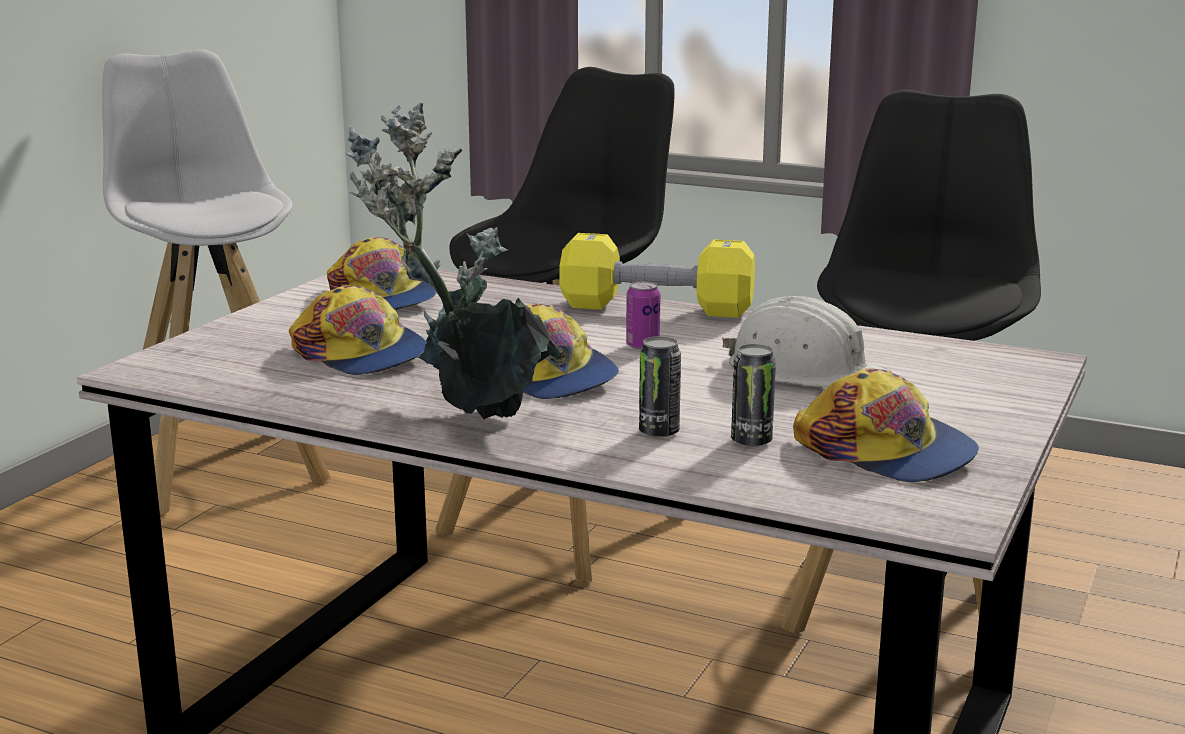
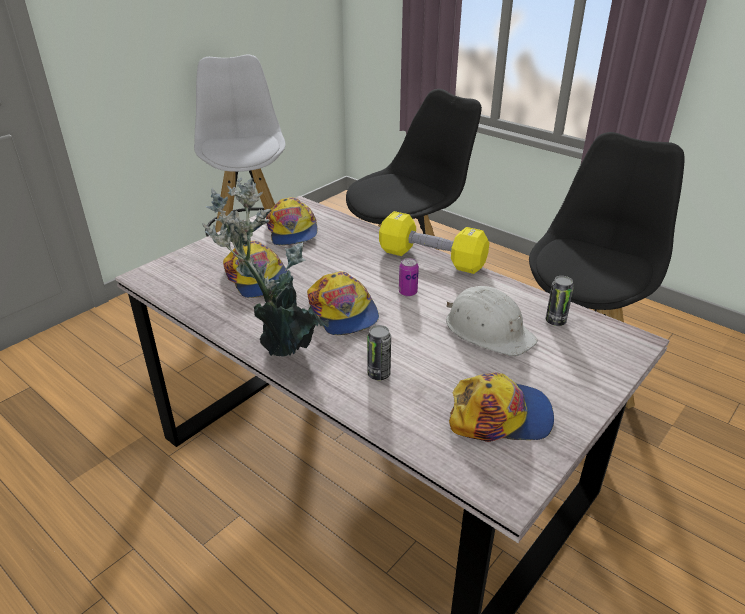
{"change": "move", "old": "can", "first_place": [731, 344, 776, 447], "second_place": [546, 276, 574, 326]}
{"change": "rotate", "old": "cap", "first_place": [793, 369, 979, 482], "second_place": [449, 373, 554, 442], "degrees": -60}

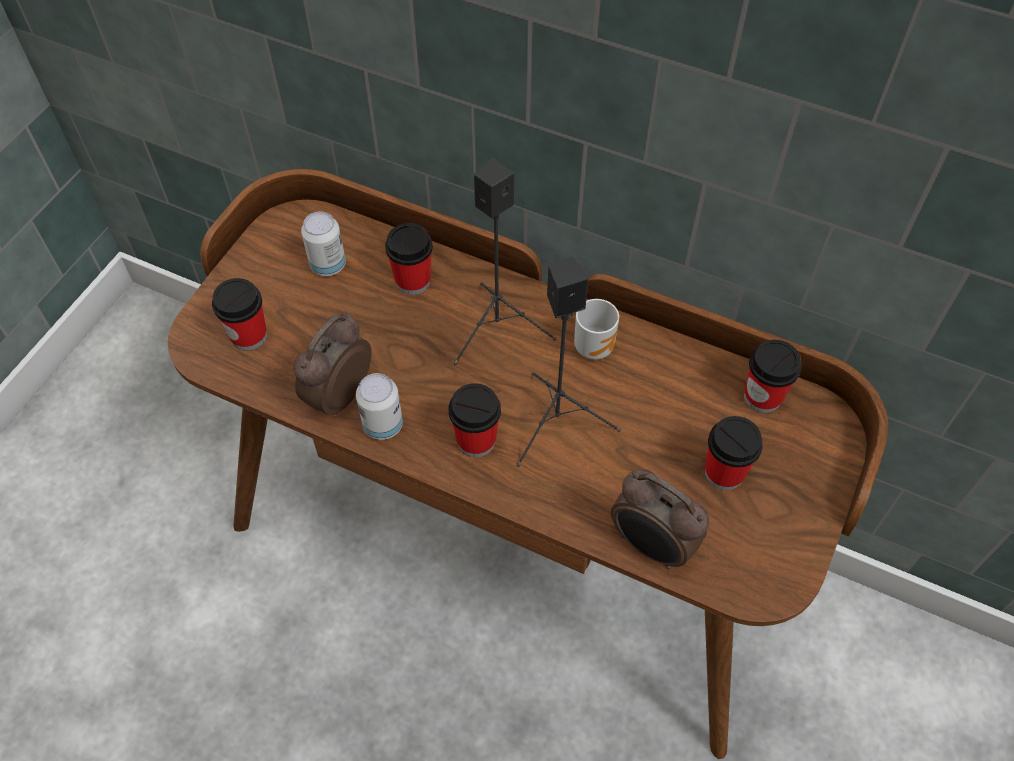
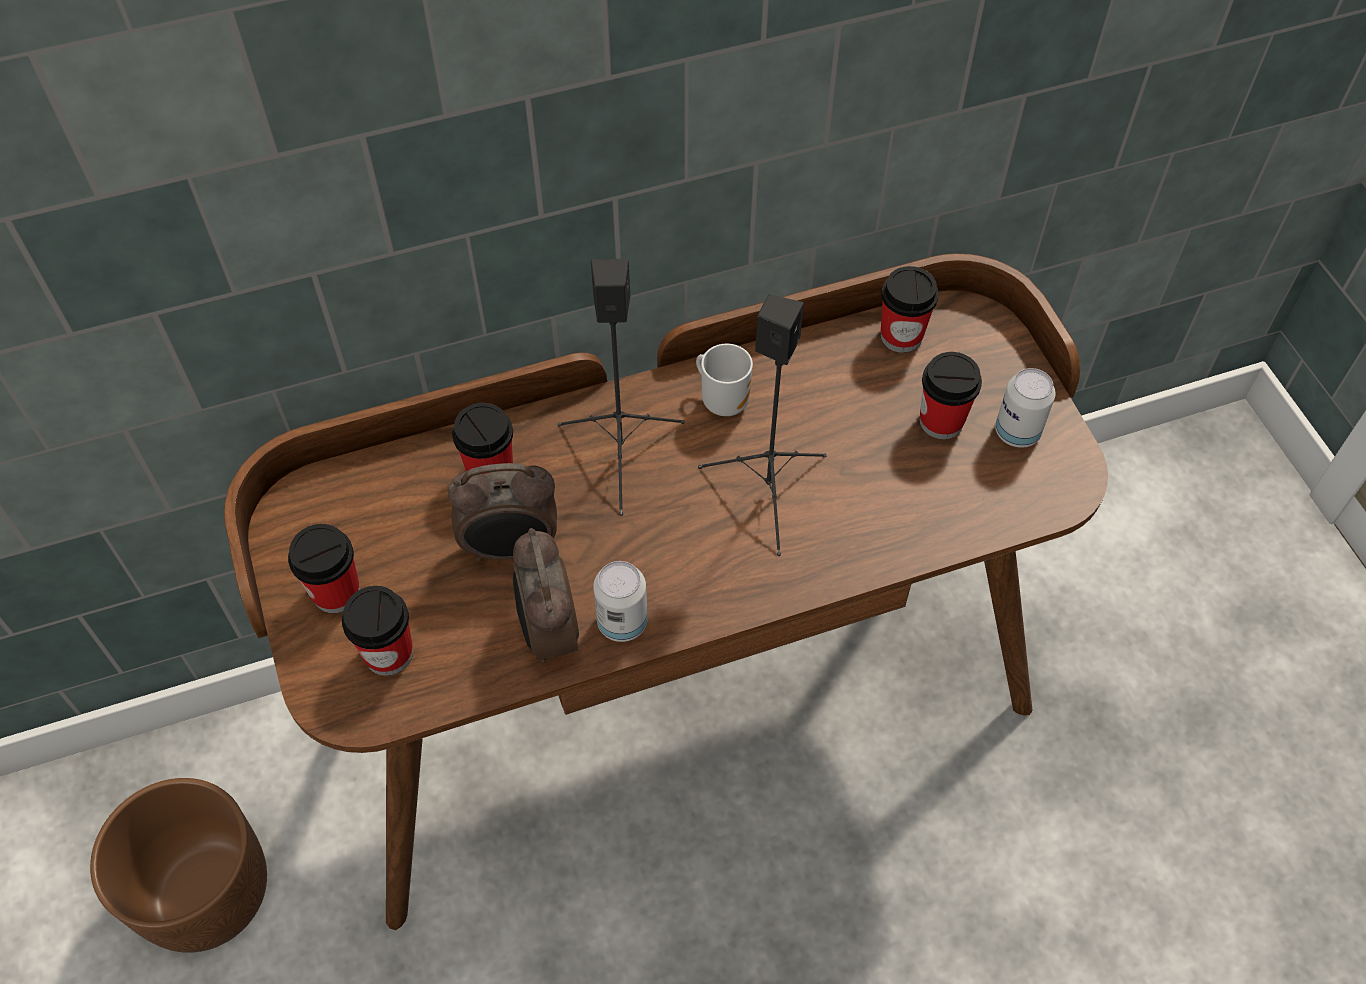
{"change": "move", "old": "can", "first_place": [301, 211, 346, 276], "second_place": [995, 368, 1055, 448]}
{"change": "move", "old": "cup", "first_place": [449, 383, 501, 457], "second_place": [288, 524, 360, 613]}
{"change": "move", "old": "alarm clock", "first_place": [611, 469, 709, 569], "second_place": [448, 463, 557, 562]}
{"change": "insert", "new": "brown planter", "second_place": [90, 778, 267, 953]}

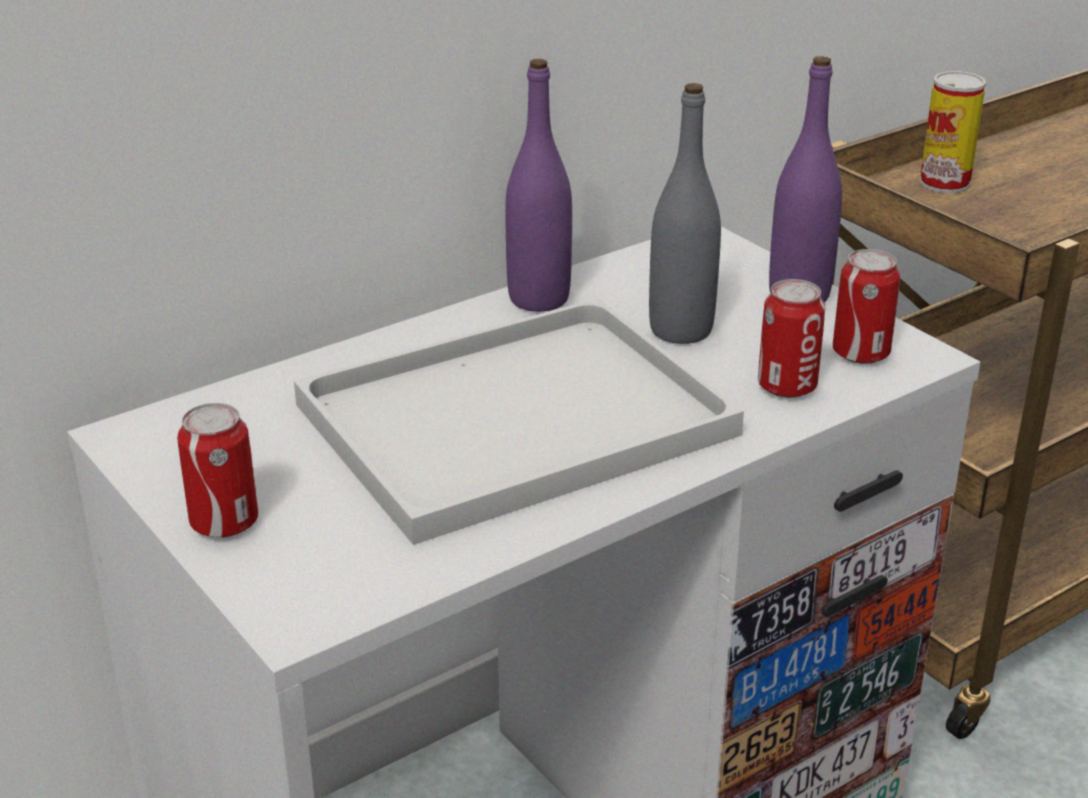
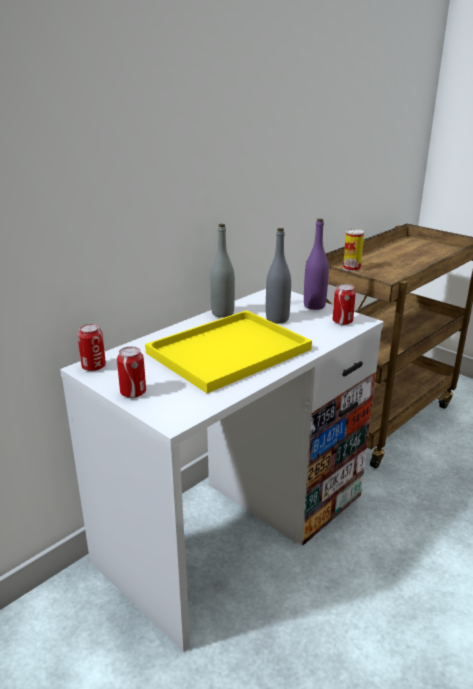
{"change": "recolor", "old": "purple bottle", "new": "grey bottle", "first_place": [505, 59, 572, 312], "second_place": [210, 224, 235, 318]}
{"change": "move", "old": "can", "first_place": [758, 279, 825, 398], "second_place": [77, 324, 106, 371]}
{"change": "recolor", "old": "white tray", "new": "yellow tray", "first_place": [294, 298, 744, 545], "second_place": [145, 310, 312, 393]}

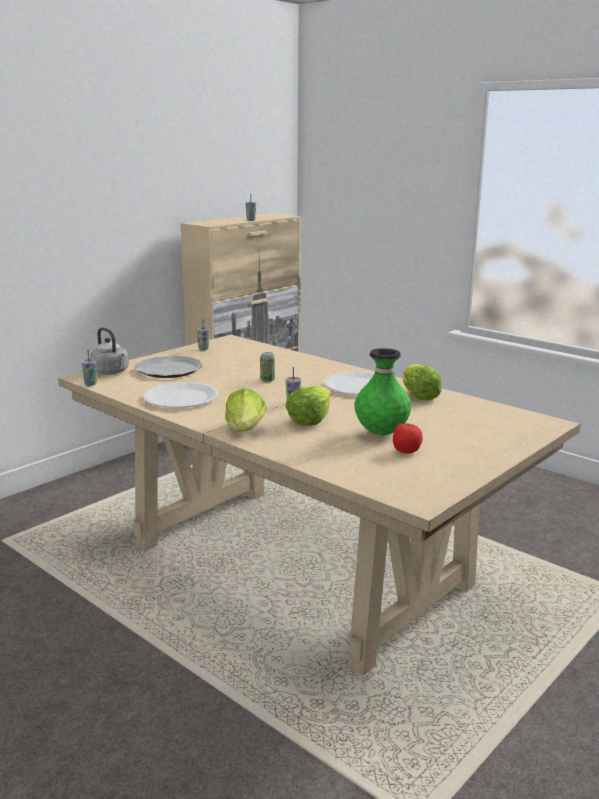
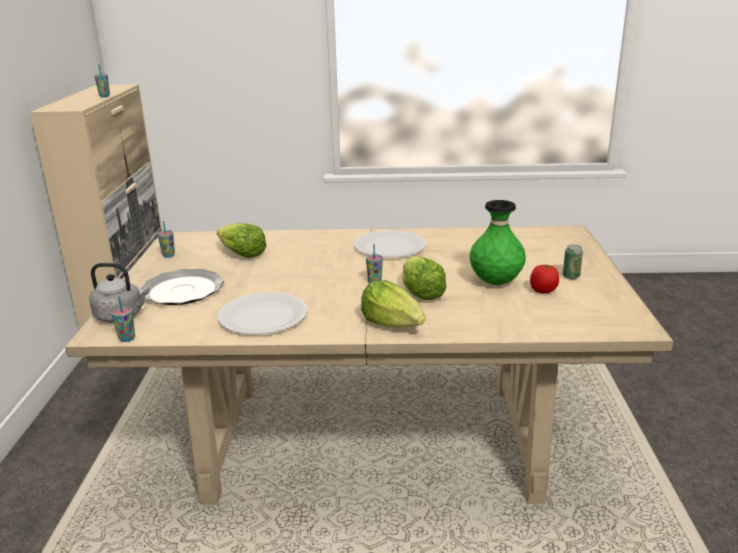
{"change": "move", "old": "can", "first_place": [260, 352, 275, 382], "second_place": [563, 244, 583, 279]}
{"change": "move", "old": "lettuce", "first_place": [403, 364, 442, 400], "second_place": [217, 223, 267, 258]}

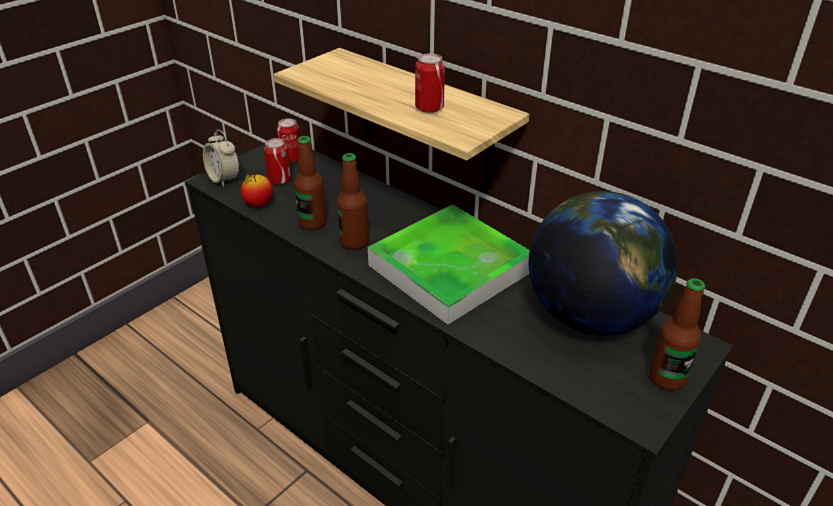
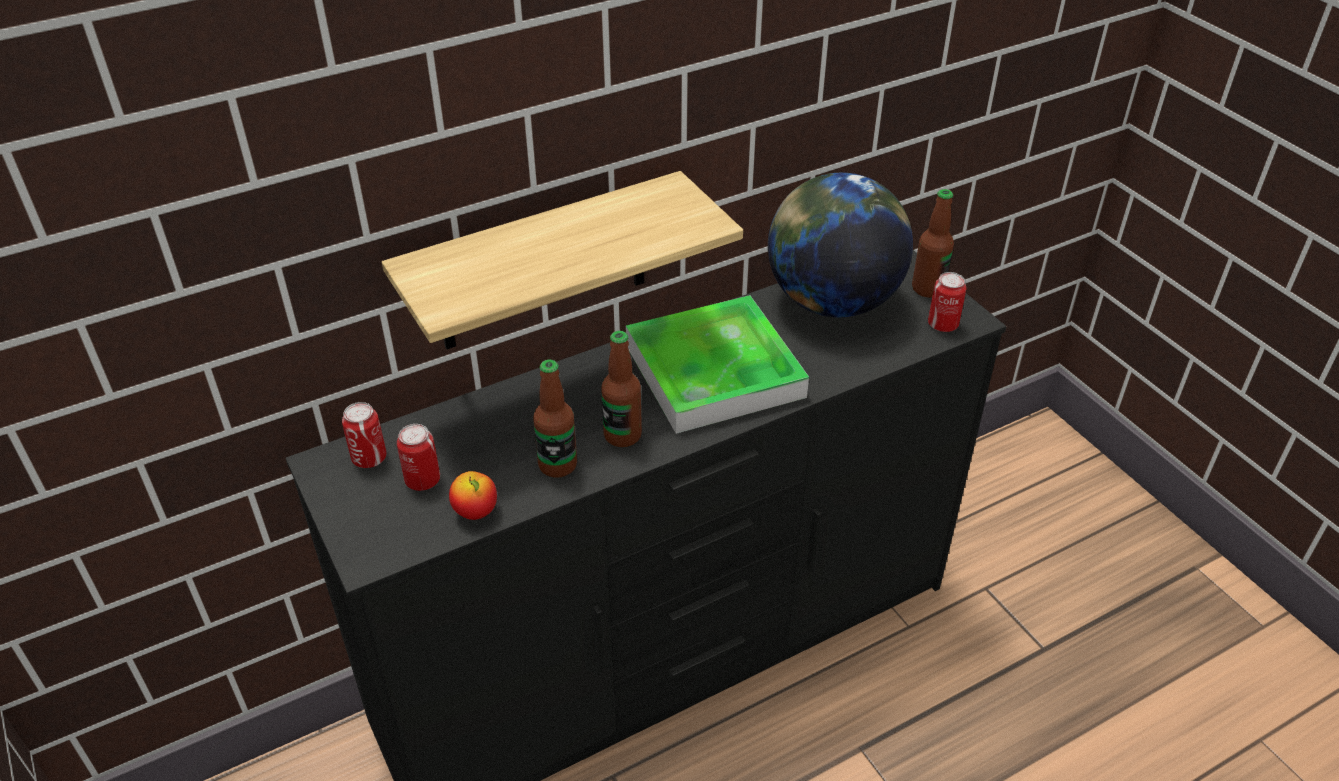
{"change": "move", "old": "can", "first_place": [415, 53, 445, 113], "second_place": [928, 272, 967, 332]}
{"change": "delete", "old": "alarm clock", "first_place": [203, 130, 240, 187]}

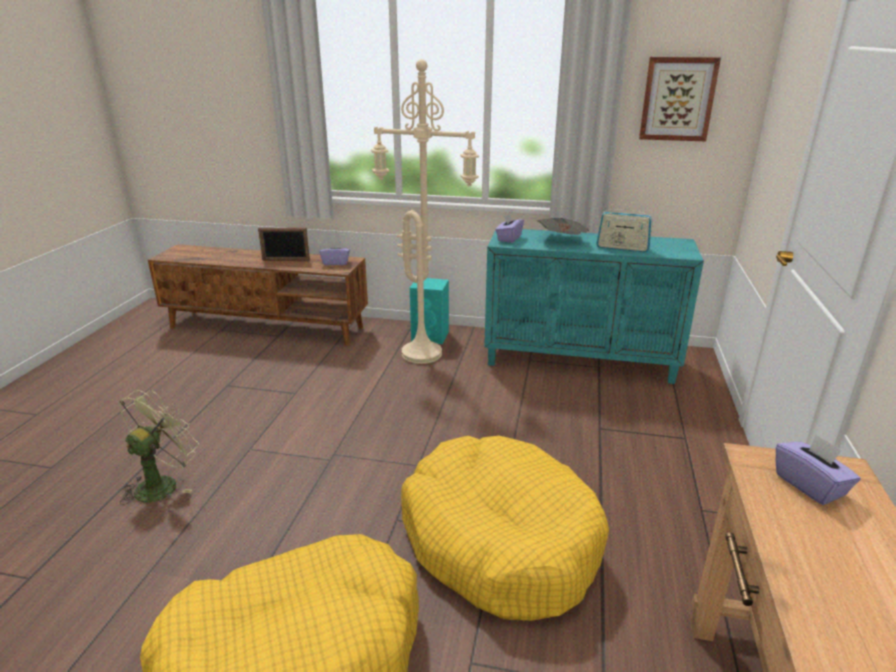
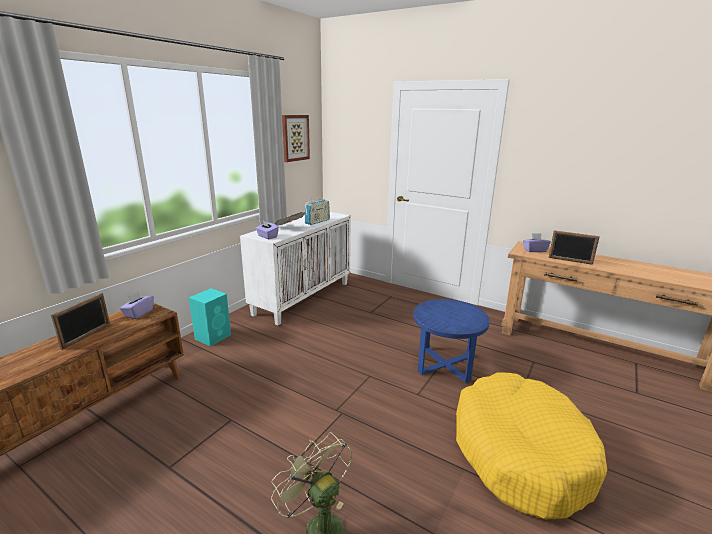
{"change": "delete", "old": "beige floor lamp", "first_place": [371, 59, 479, 364]}
{"change": "recolor", "old": "turquoise cabinet", "new": "white cabinet", "first_place": [484, 229, 704, 384], "second_place": [240, 212, 351, 325]}
{"change": "replace", "old": "yellow dog bed", "new": "blue side table", "first_place": [401, 436, 609, 621], "second_place": [413, 299, 490, 383]}
{"change": "insert", "new": "picture frame", "second_place": [549, 231, 600, 265]}

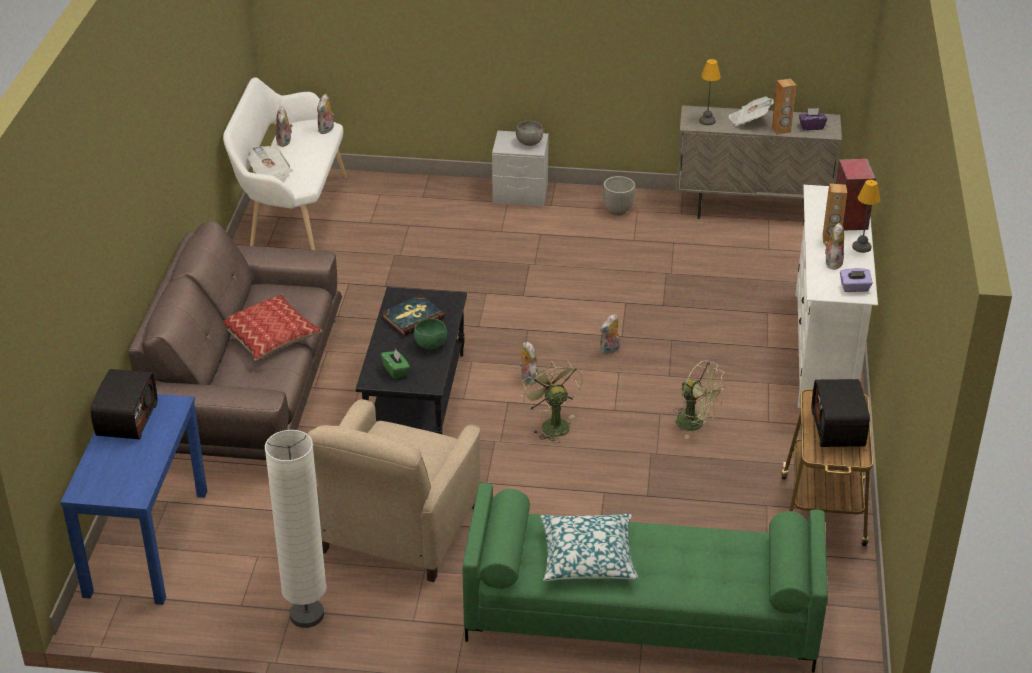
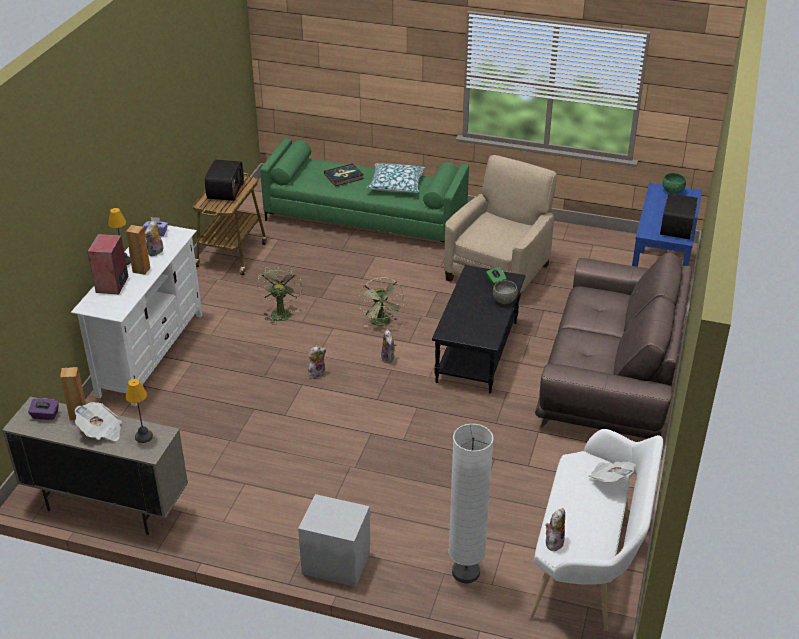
{"change": "delete", "old": "plush toy", "first_place": [276, 106, 293, 147]}
{"change": "move", "old": "grey bowl", "first_place": [516, 121, 543, 146], "second_place": [493, 281, 518, 304]}
{"change": "delete", "old": "planter", "first_place": [603, 176, 636, 215]}
{"change": "delete", "old": "pillow", "first_place": [223, 295, 323, 361]}
{"change": "move", "old": "book", "first_place": [382, 295, 445, 336], "second_place": [324, 163, 364, 186]}
{"change": "move", "old": "green bowl", "first_place": [414, 319, 447, 349], "second_place": [662, 173, 686, 194]}
{"change": "rotate", "old": "green fan", "first_place": [673, 360, 724, 439], "second_place": [257, 265, 303, 325], "degrees": 45}
{"change": "move", "old": "white floor lamp", "first_place": [265, 430, 327, 628], "second_place": [449, 424, 494, 583]}

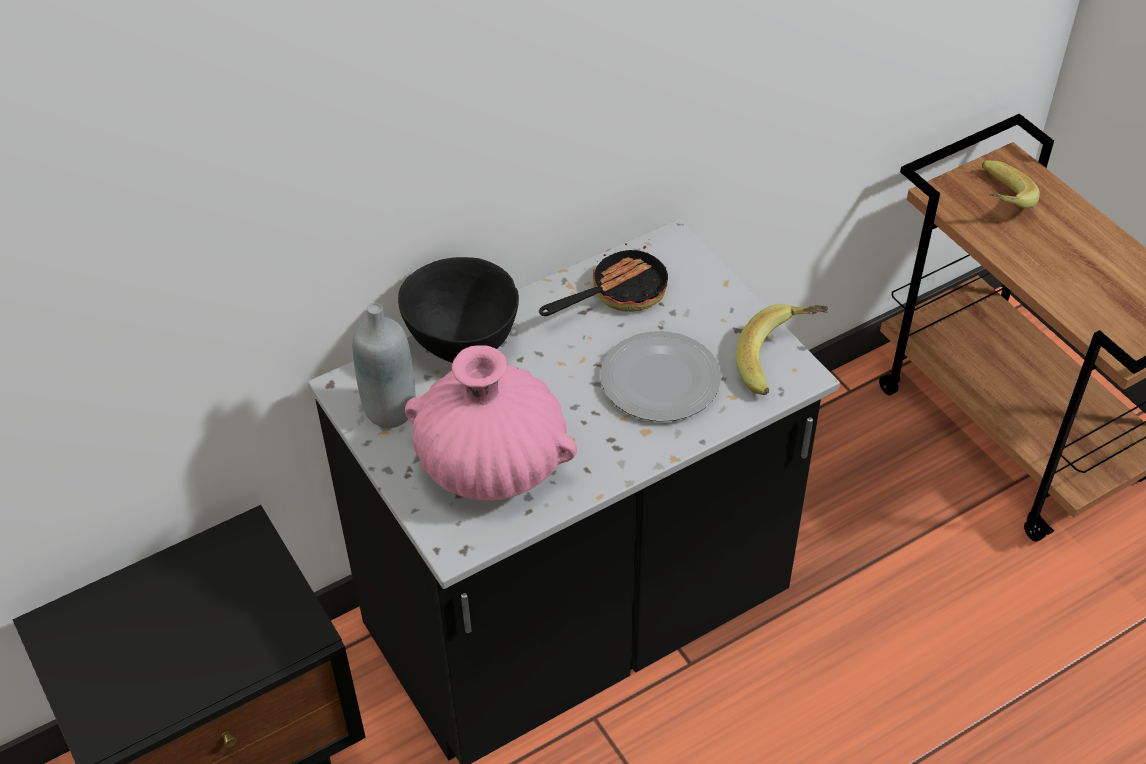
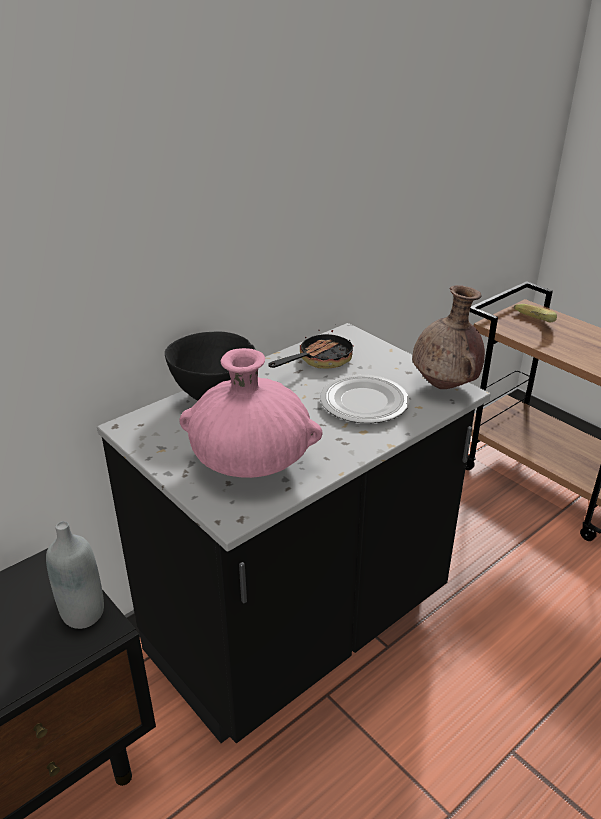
{"change": "move", "old": "grey bottle", "first_place": [353, 303, 416, 428], "second_place": [46, 521, 104, 629]}
{"change": "replace", "old": "banana", "new": "brown vase", "first_place": [736, 304, 828, 395], "second_place": [412, 285, 485, 389]}

